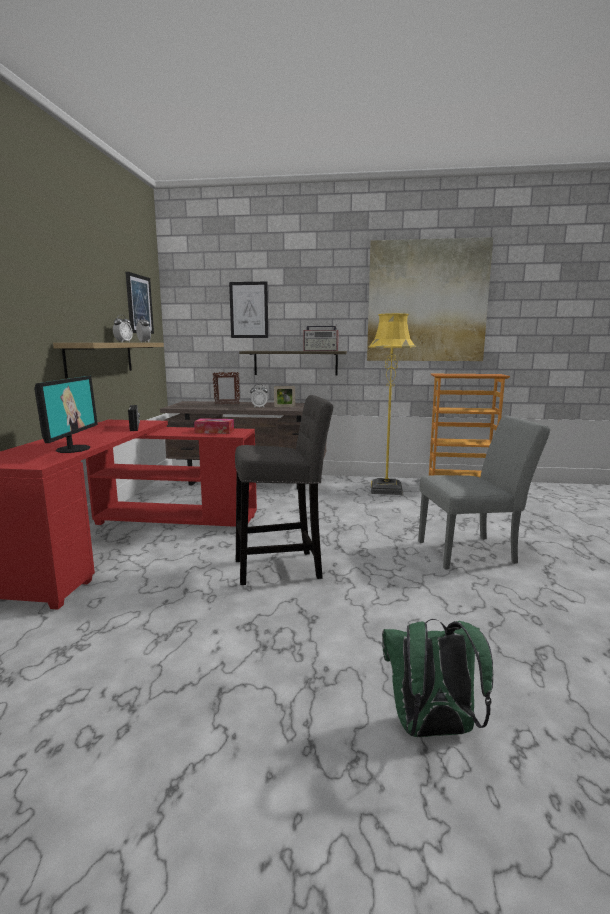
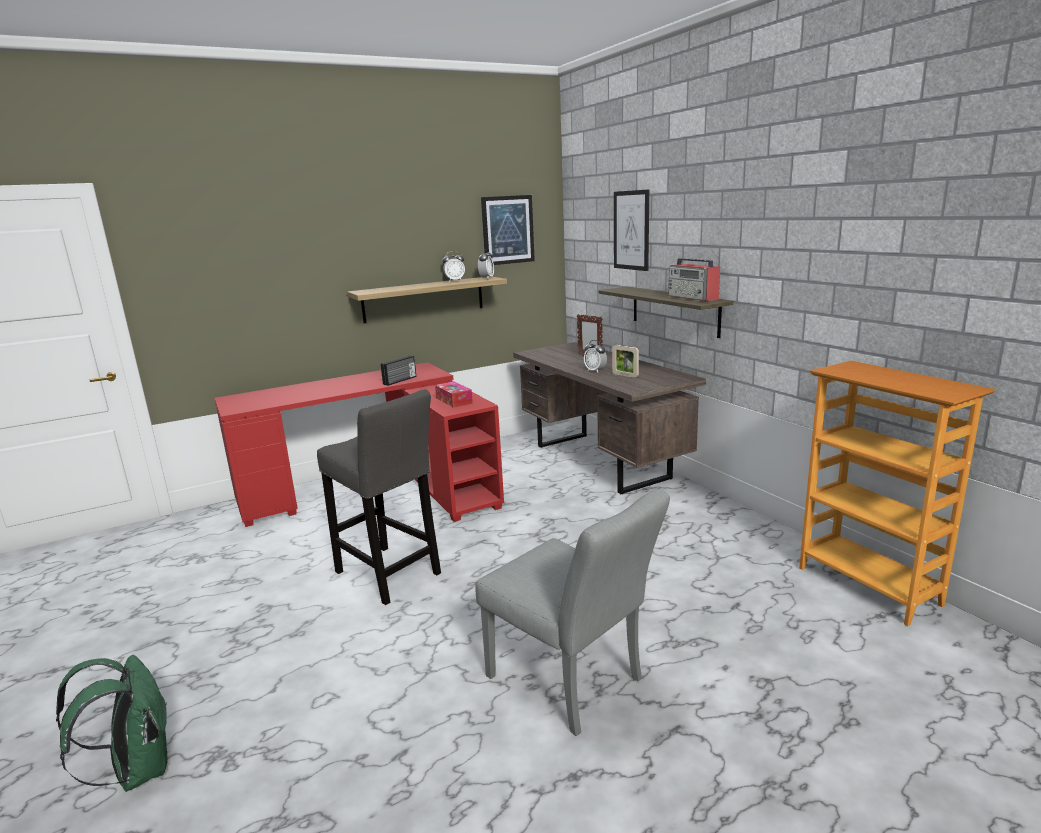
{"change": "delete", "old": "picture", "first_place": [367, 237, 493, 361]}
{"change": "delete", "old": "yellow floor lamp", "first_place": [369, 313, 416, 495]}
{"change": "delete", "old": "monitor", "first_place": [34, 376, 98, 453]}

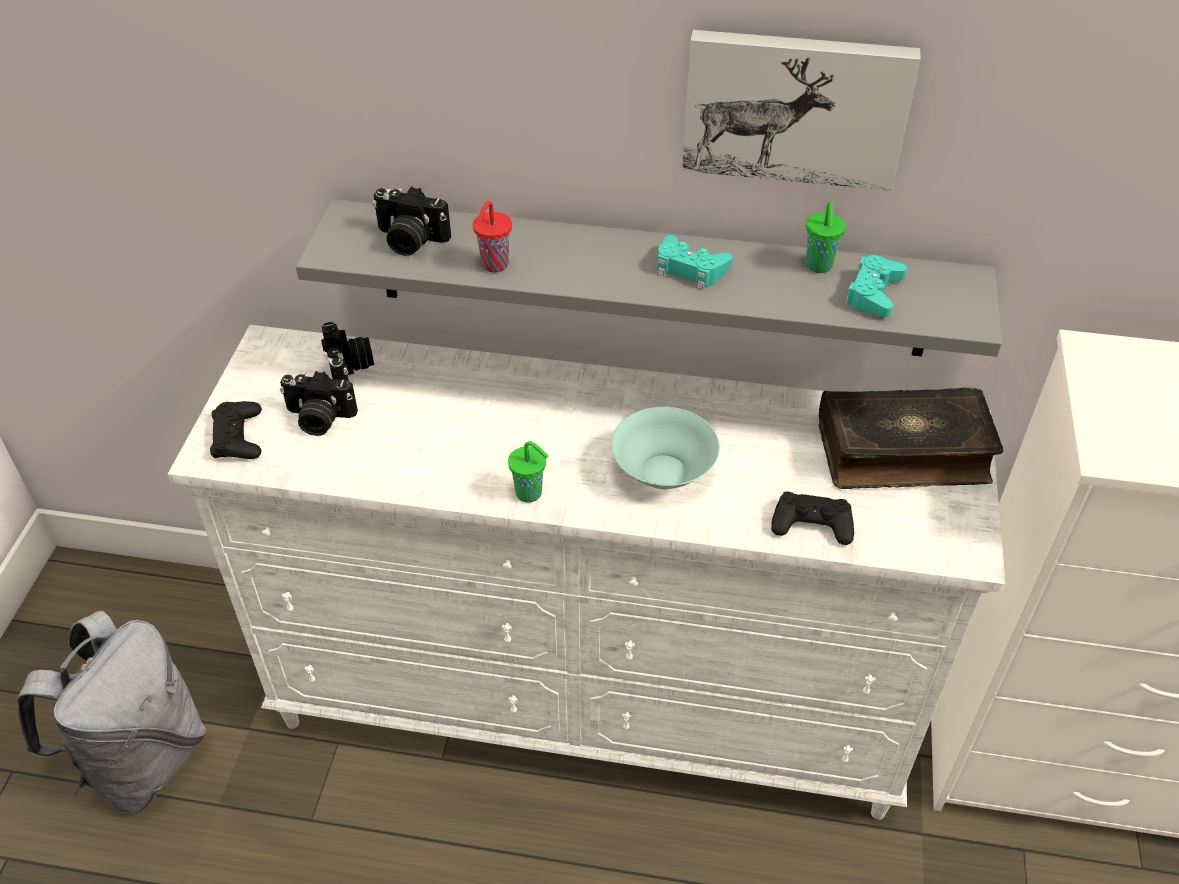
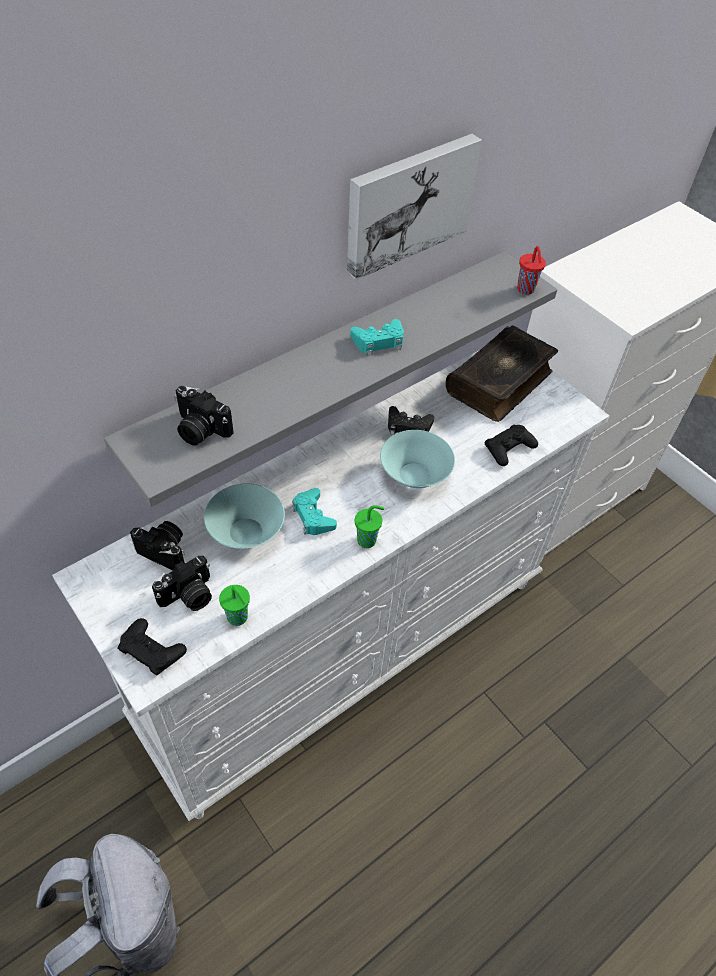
{"change": "rotate", "old": "photo camera", "first_place": [372, 186, 451, 256], "second_place": [174, 386, 234, 446], "degrees": 60}
{"change": "move", "old": "red cup", "first_place": [473, 201, 512, 273], "second_place": [517, 246, 546, 295]}
{"change": "move", "old": "green cup", "first_place": [806, 202, 846, 273], "second_place": [219, 585, 250, 626]}
{"change": "move", "old": "turquoise game controller", "first_place": [844, 255, 907, 317], "second_place": [292, 488, 337, 535]}
{"change": "insert", "new": "black game controller", "second_place": [388, 406, 434, 435]}
{"change": "insert", "new": "turquoise bowl", "second_place": [203, 483, 285, 549]}

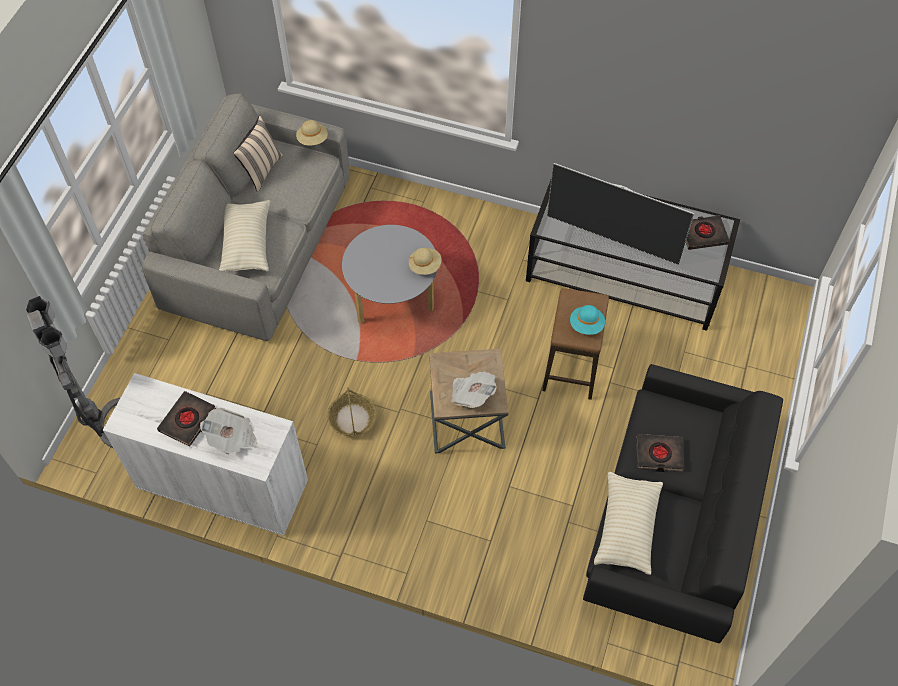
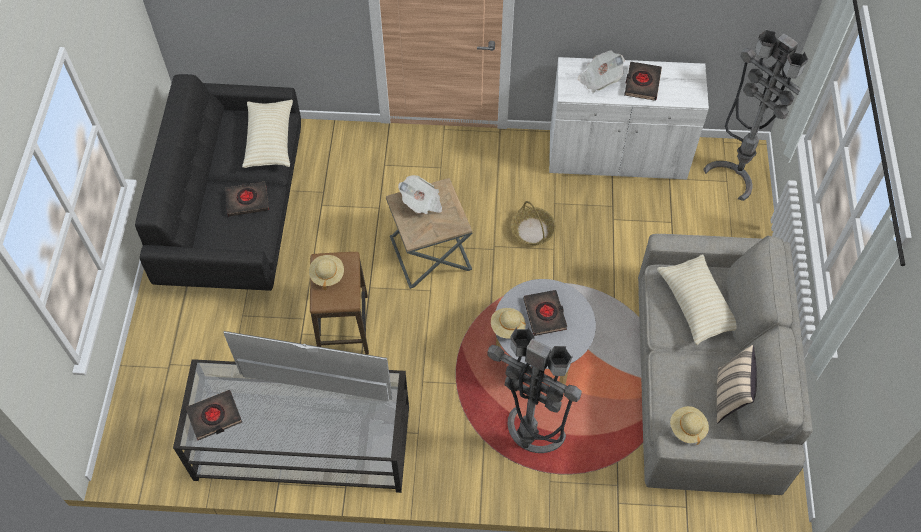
{"change": "recolor", "old": "turquoise hat", "new": "beige hat", "first_place": [570, 305, 605, 335], "second_place": [309, 255, 344, 290]}
{"change": "insert", "new": "black book", "second_place": [524, 290, 567, 336]}
{"change": "insert", "new": "grey floor lamp", "second_place": [487, 327, 582, 453]}

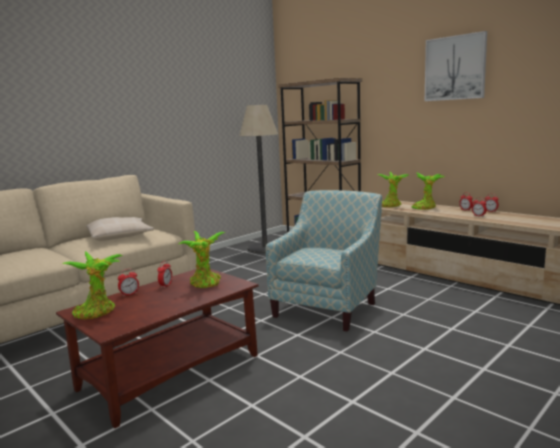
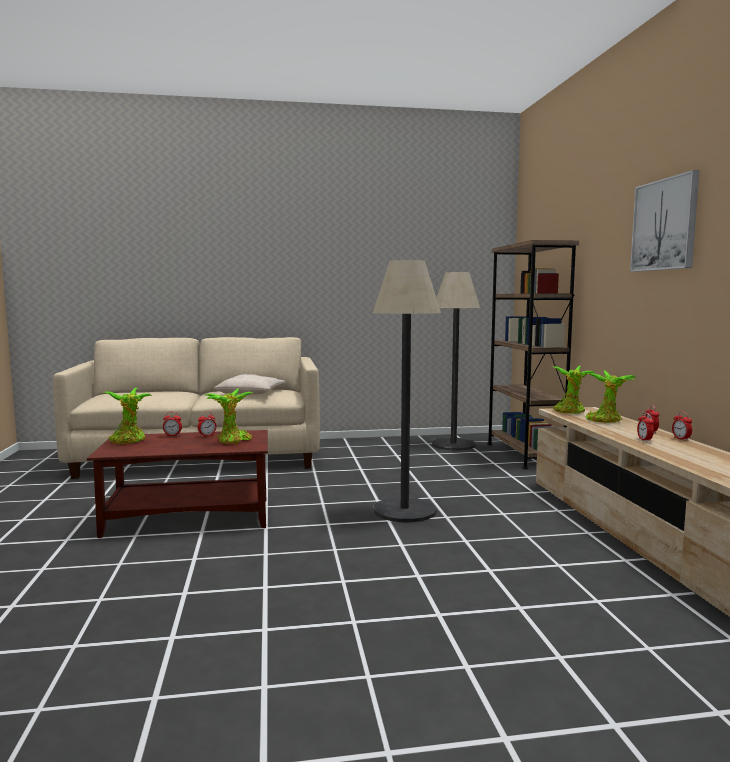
{"change": "replace", "old": "armchair", "new": "floor lamp", "first_place": [266, 190, 382, 332], "second_place": [373, 260, 441, 522]}

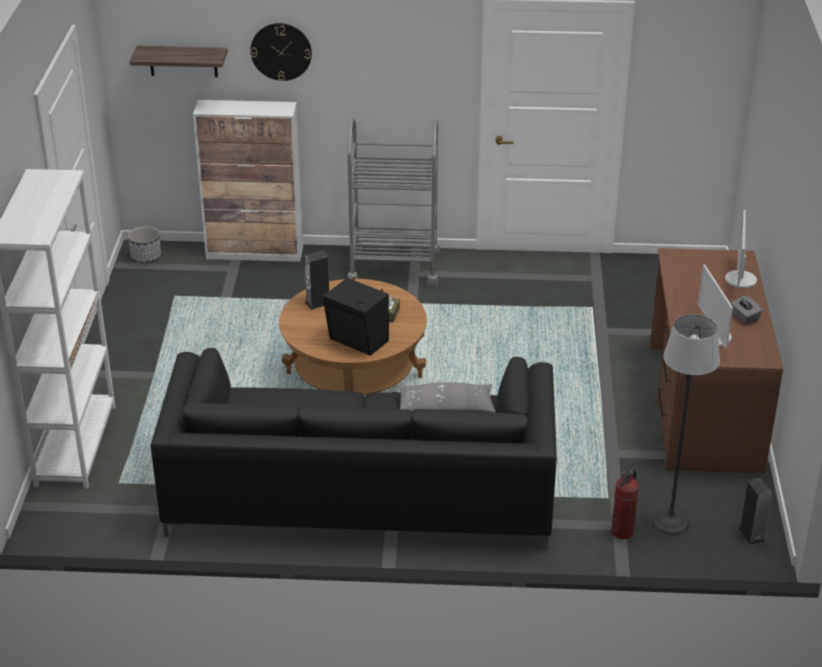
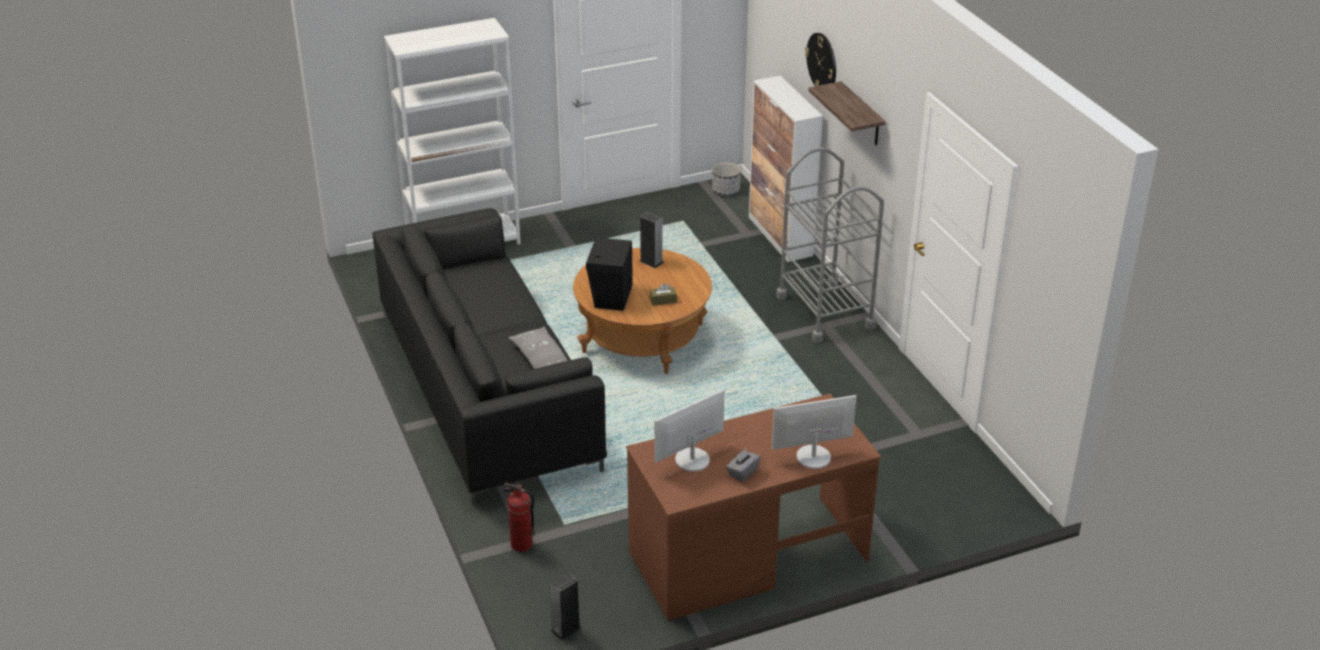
{"change": "move", "old": "shelf", "first_place": [129, 46, 228, 77], "second_place": [808, 81, 886, 145]}
{"change": "delete", "old": "floor lamp", "first_place": [652, 314, 720, 535]}

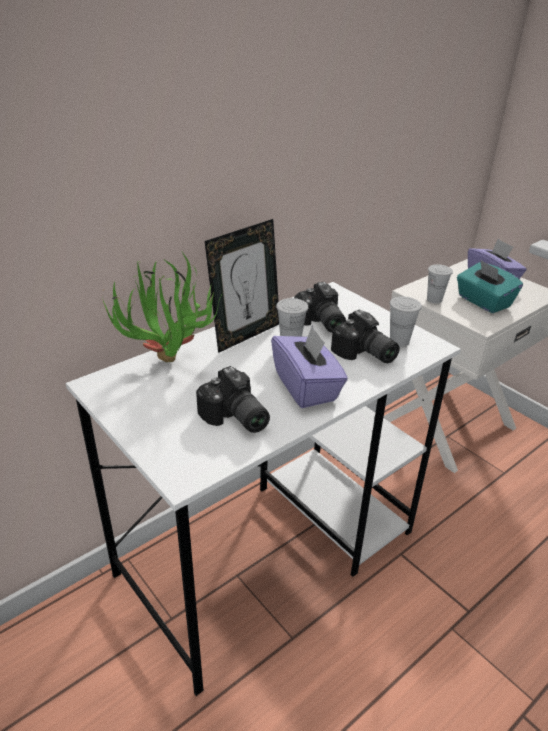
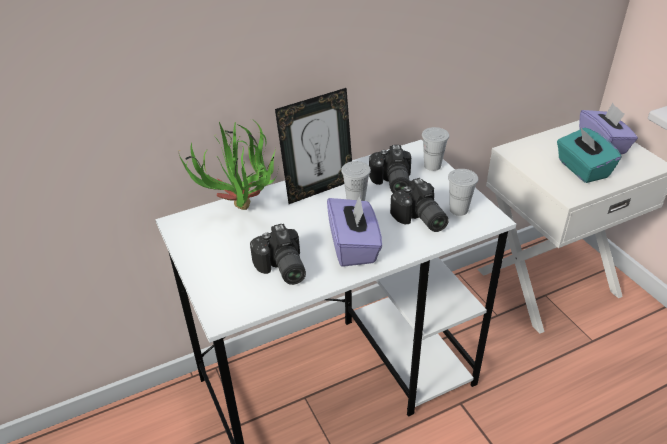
{"change": "move", "old": "white cup", "first_place": [427, 264, 453, 304], "second_place": [422, 127, 449, 171]}

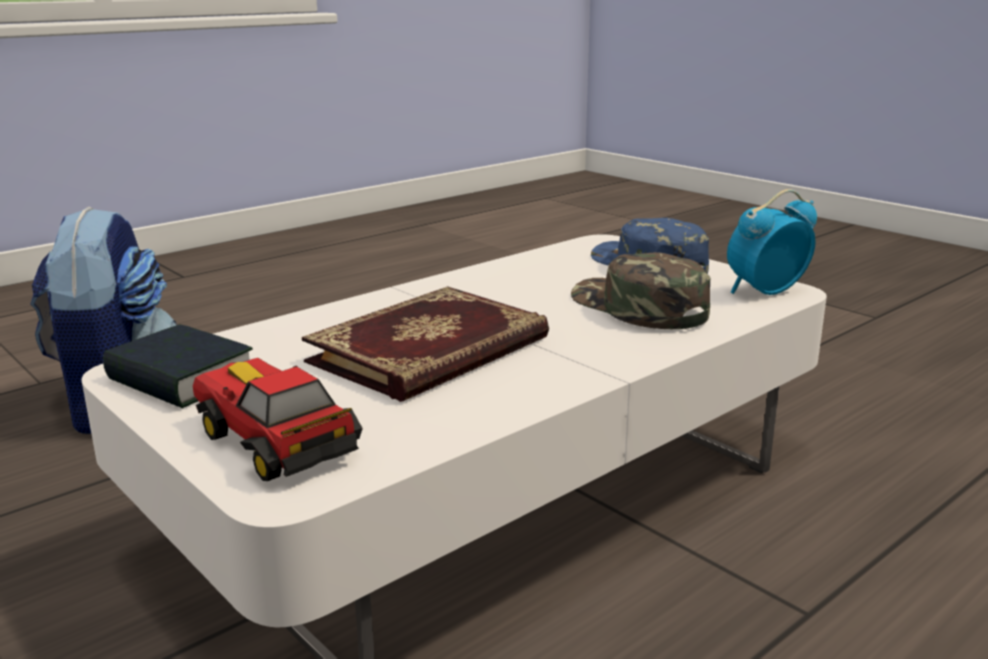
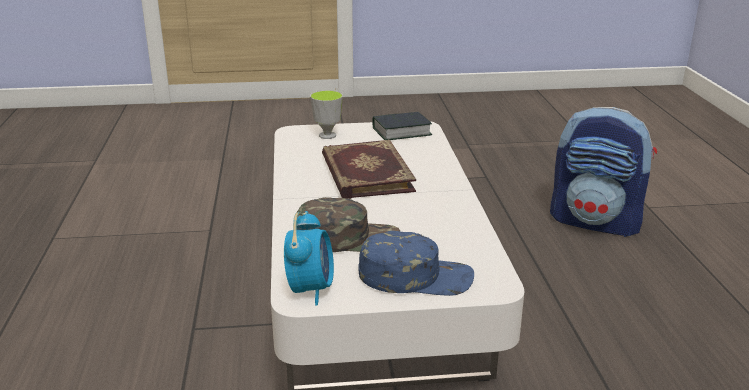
{"change": "replace", "old": "toy car", "new": "cup", "first_place": [193, 358, 363, 481], "second_place": [310, 90, 343, 139]}

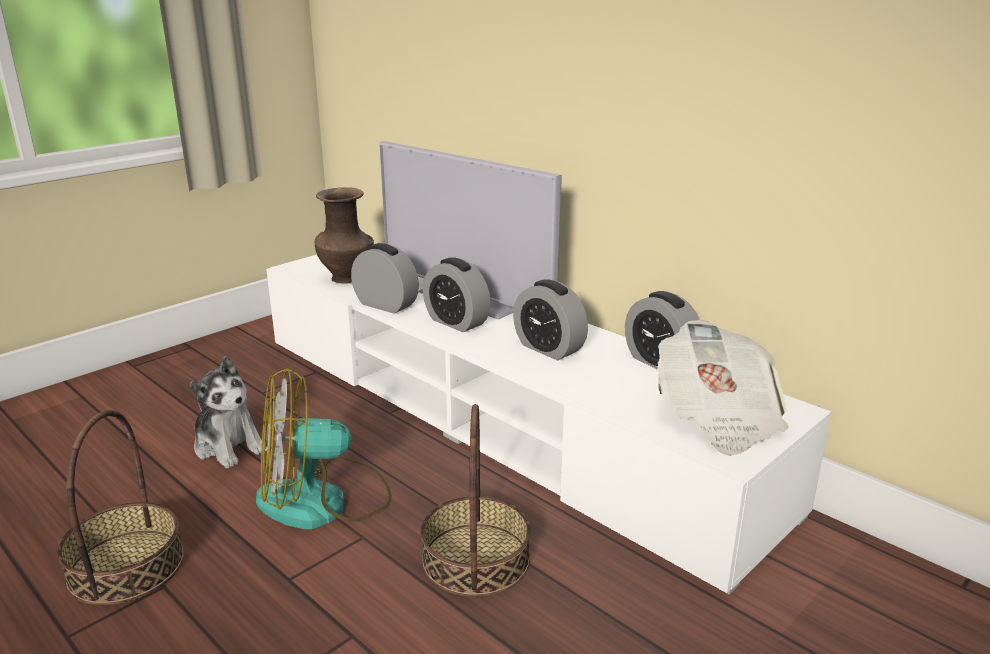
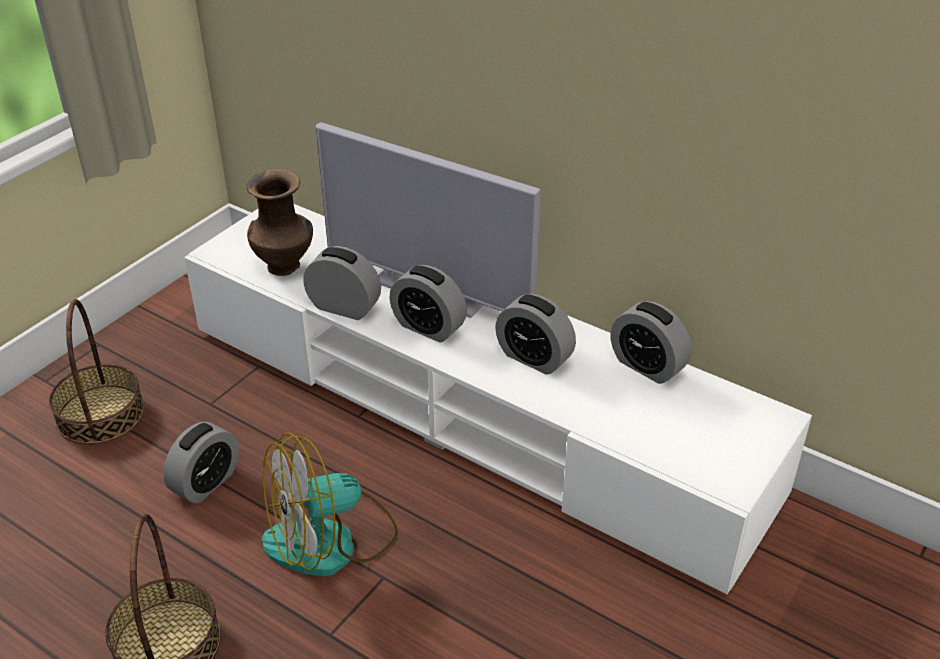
{"change": "delete", "old": "newspaper", "first_place": [657, 320, 789, 456]}
{"change": "replace", "old": "plush toy", "new": "alarm clock", "first_place": [190, 356, 267, 469], "second_place": [163, 422, 239, 503]}
{"change": "move", "old": "basket", "first_place": [420, 404, 531, 597], "second_place": [49, 299, 145, 445]}

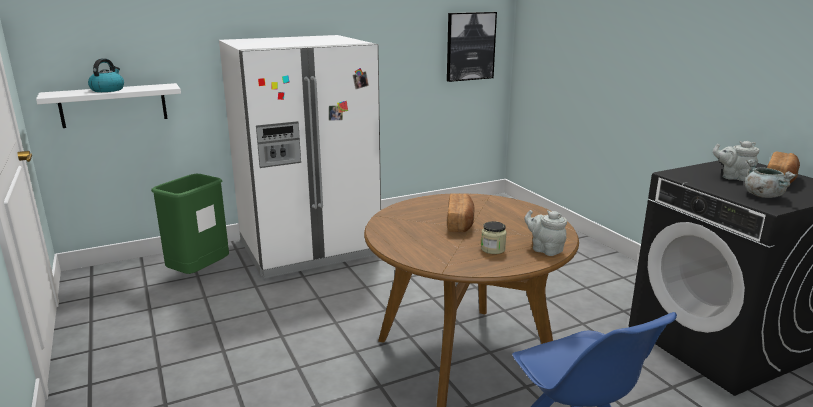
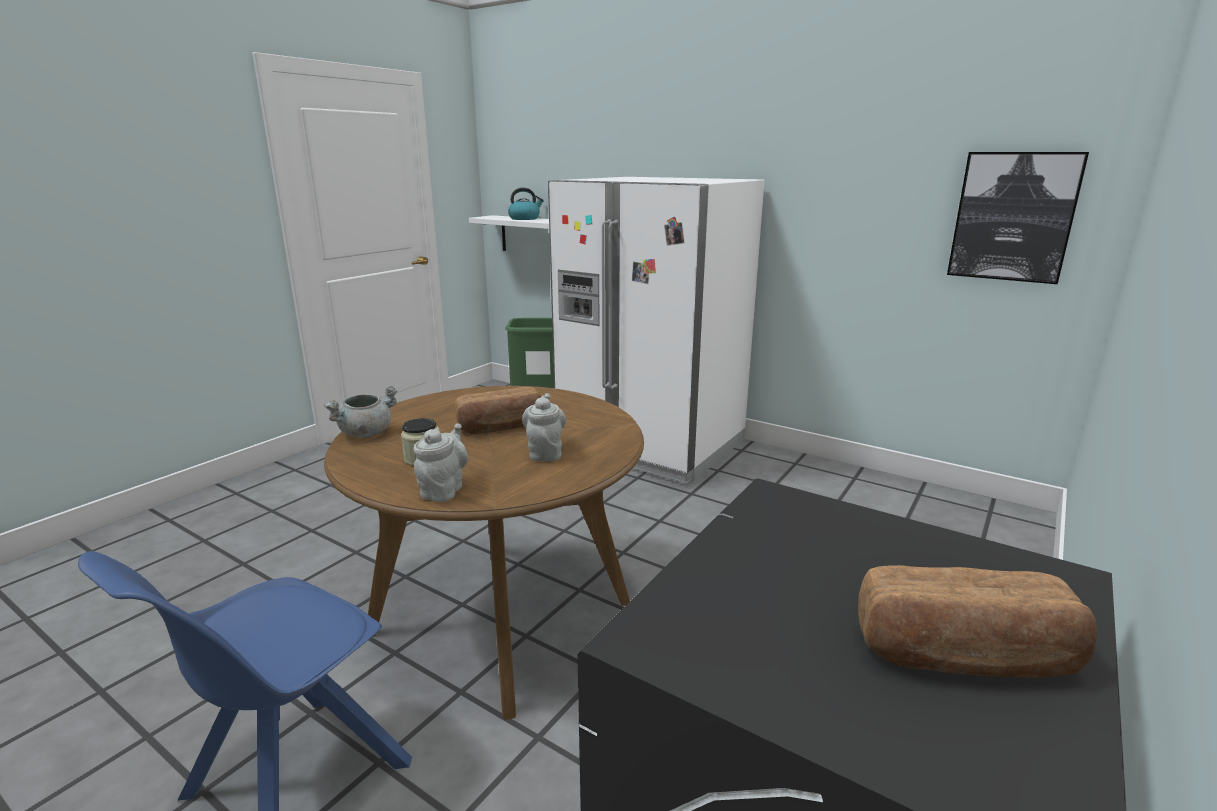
{"change": "move", "old": "grey teapot", "first_place": [713, 141, 759, 181], "second_place": [522, 393, 566, 461]}
{"change": "move", "old": "grey cooking pot", "first_place": [745, 159, 796, 198], "second_place": [324, 386, 399, 438]}

